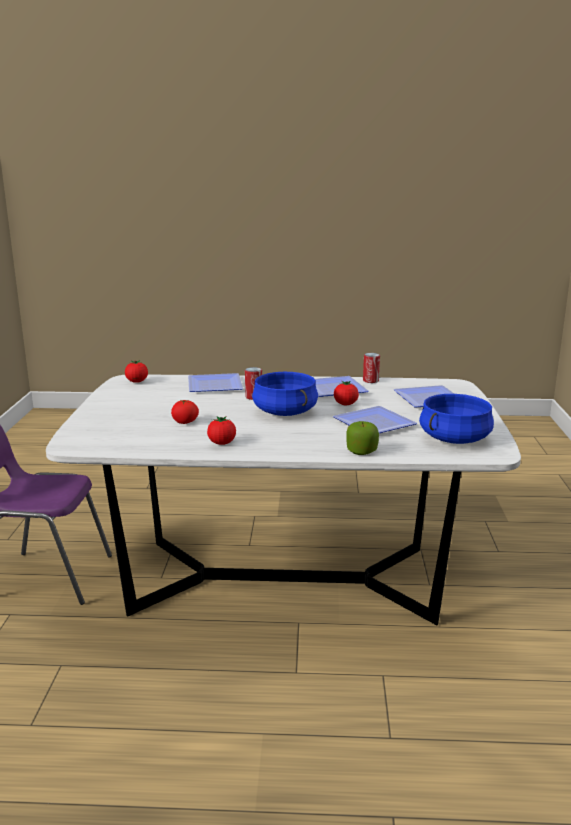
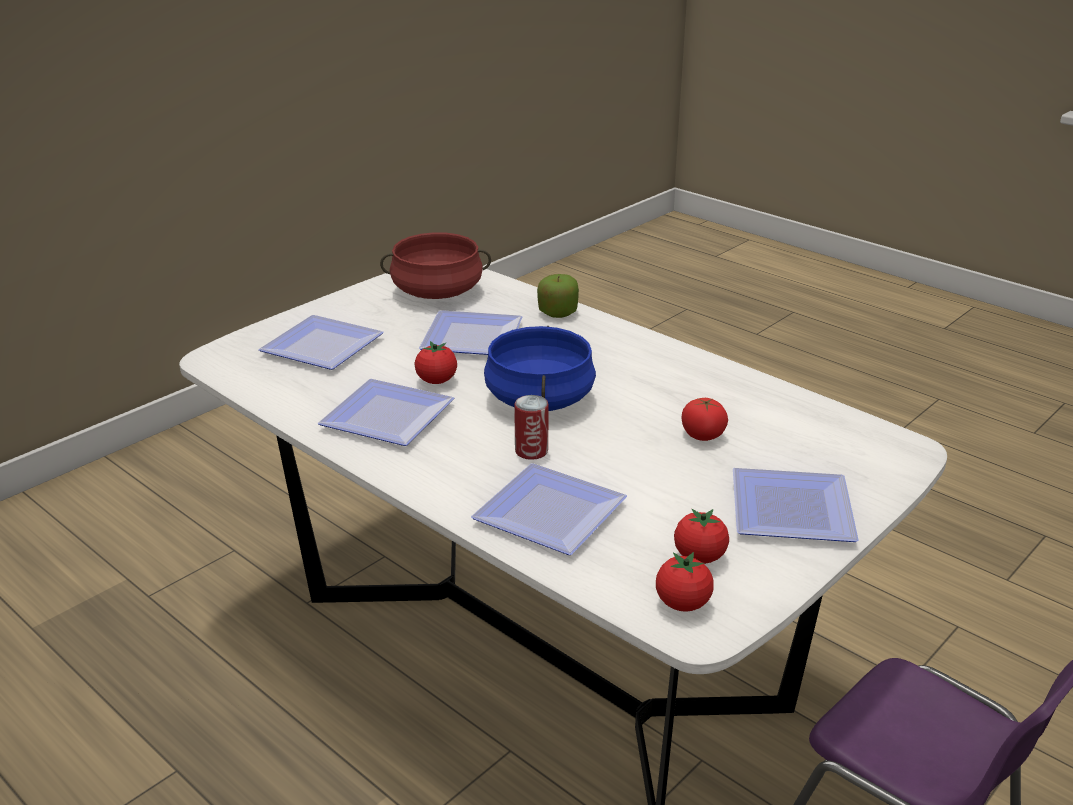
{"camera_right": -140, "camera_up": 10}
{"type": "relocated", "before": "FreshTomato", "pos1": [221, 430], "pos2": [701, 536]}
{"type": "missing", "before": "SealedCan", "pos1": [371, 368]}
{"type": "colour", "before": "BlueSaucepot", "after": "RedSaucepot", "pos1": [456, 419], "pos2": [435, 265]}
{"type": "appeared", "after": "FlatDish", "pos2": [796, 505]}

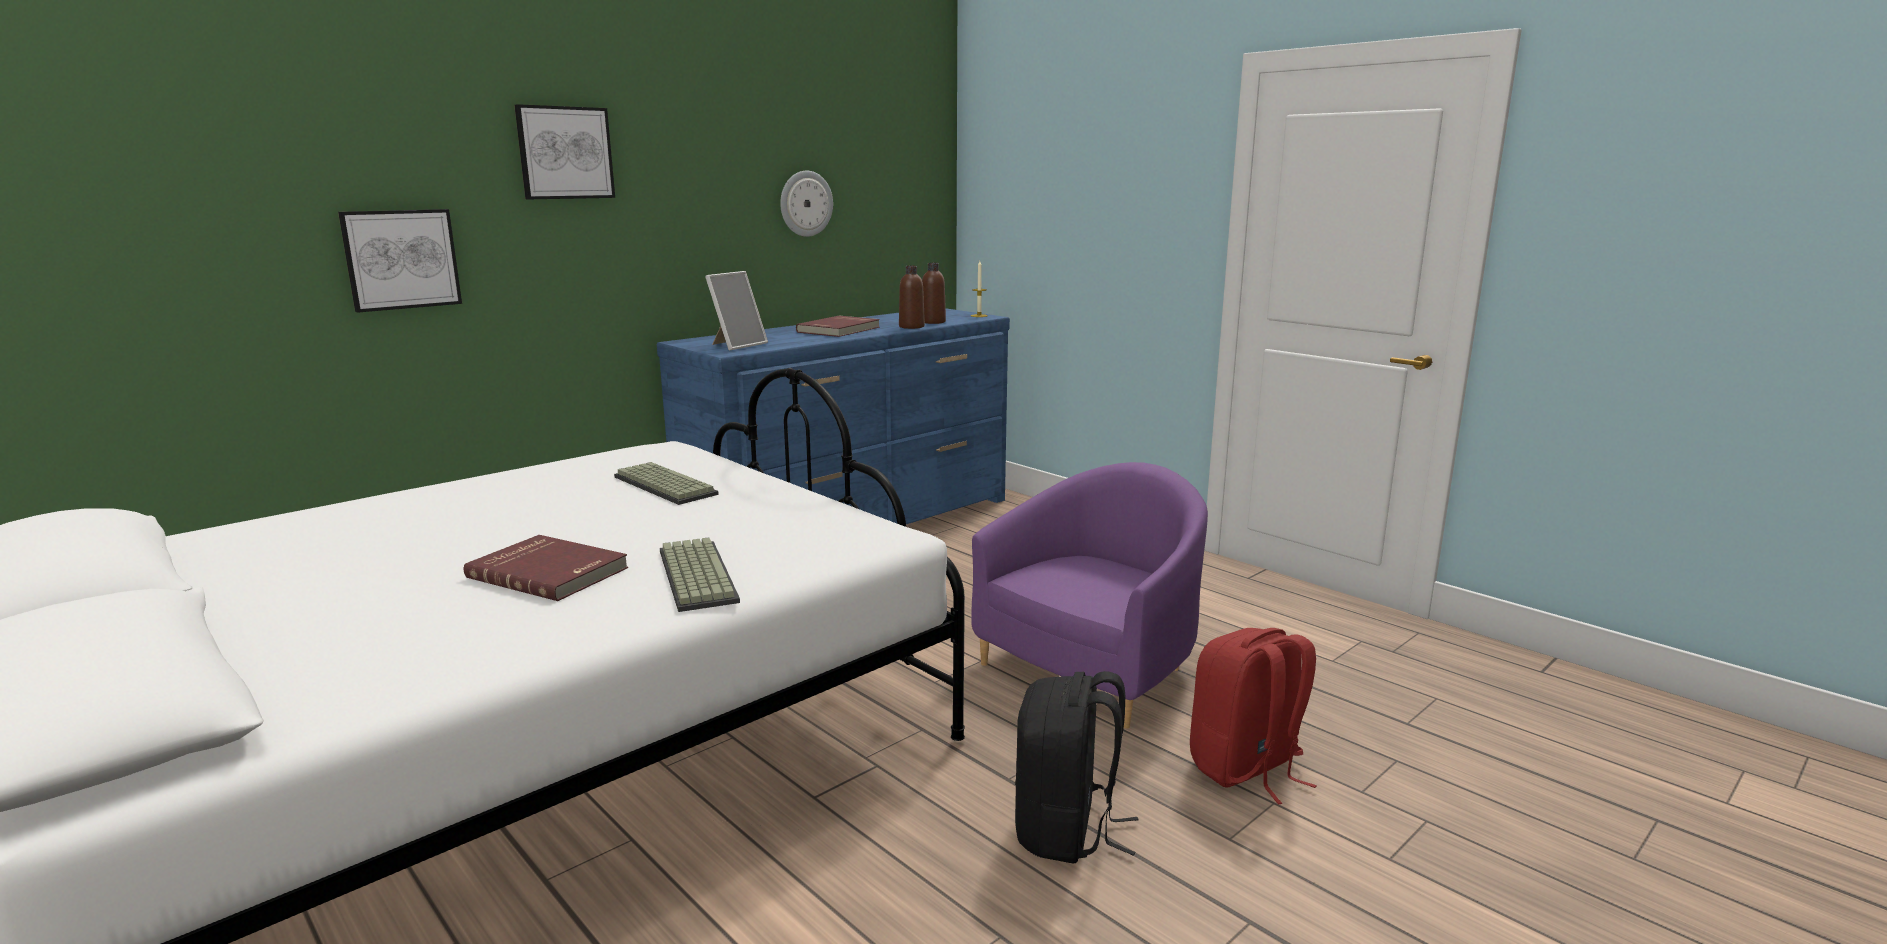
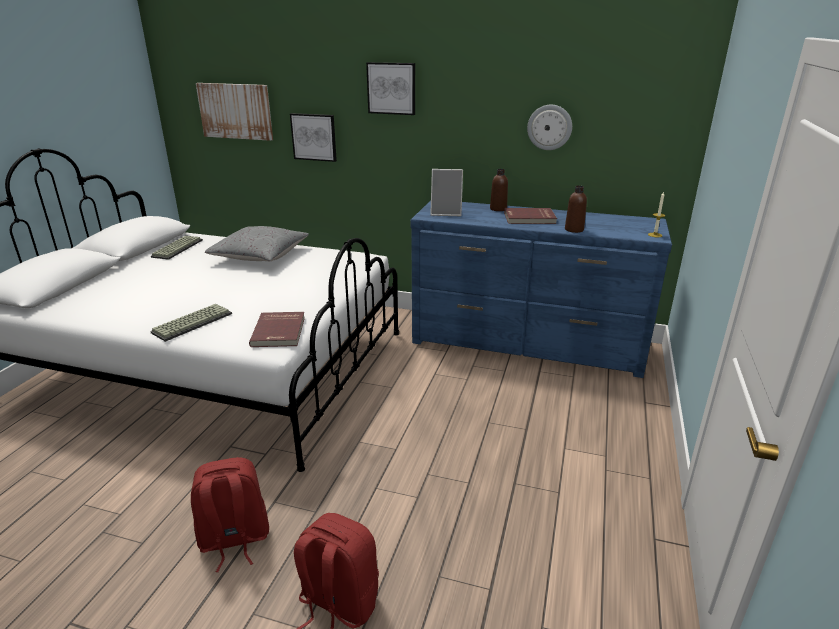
{"camera_right": 60, "camera_up": 10}
{"type": "relocated", "before": "RedBook", "pos1": [546, 568], "pos2": [277, 329]}
{"type": "relocated", "before": "Keyboard", "pos1": [666, 483], "pos2": [177, 248]}
{"type": "relocated", "before": "BrownishBottle", "pos1": [934, 293], "pos2": [499, 190]}
{"type": "missing", "before": "PurpleLoungeChair", "pos1": [1089, 595]}
{"type": "colour", "before": "BlackKnapsack", "after": "RedKnapsack", "pos1": [1077, 767], "pos2": [230, 514]}
{"type": "appeared", "after": "WallArt", "pos2": [234, 112]}
{"type": "appeared", "after": "GreyishCushion", "pos2": [257, 243]}

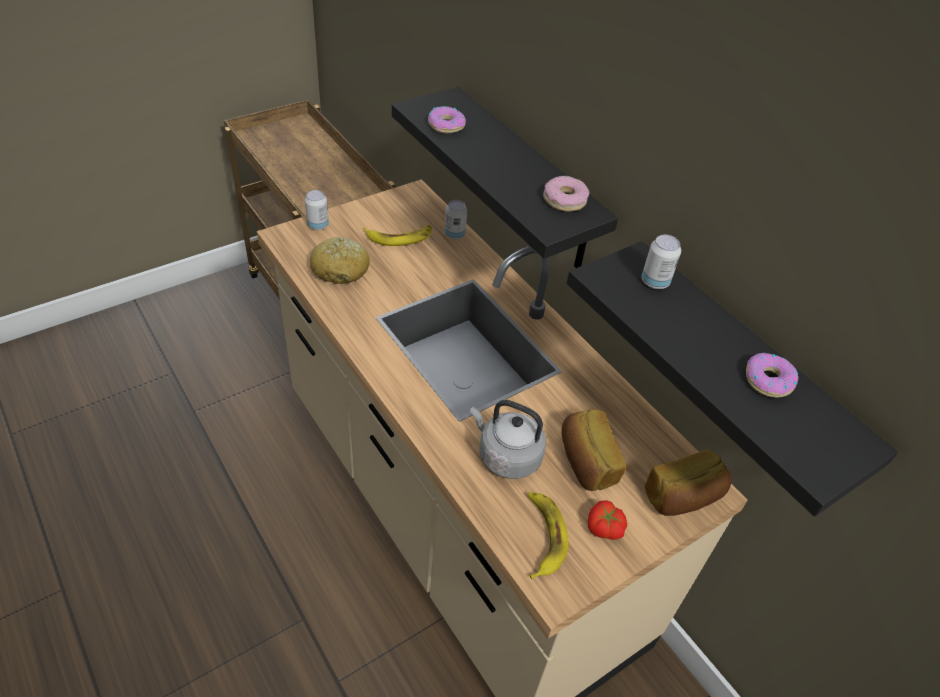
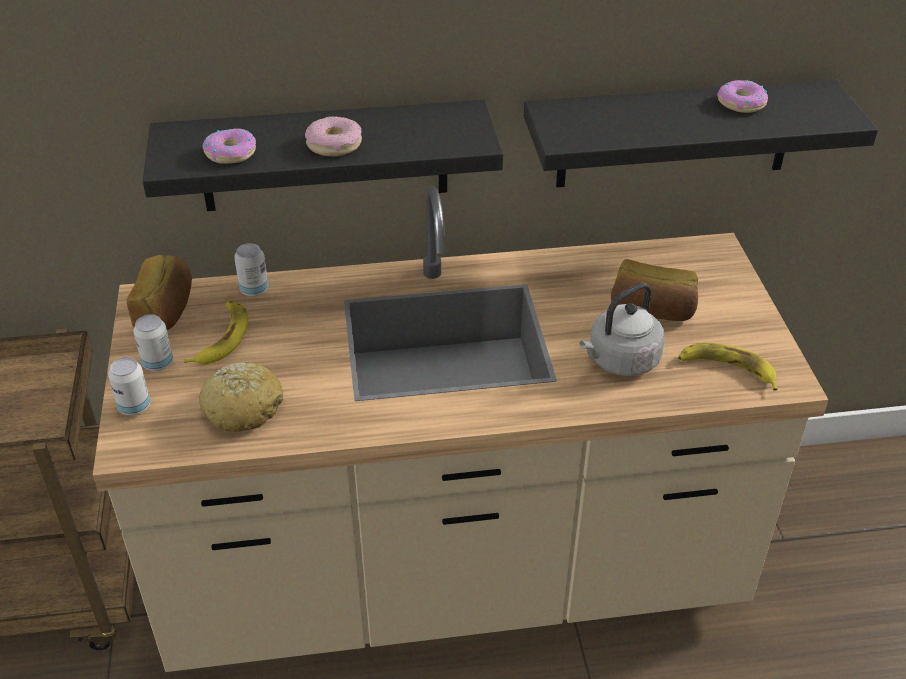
{"camera_right": -60, "camera_up": -5}
{"type": "relocated", "before": "Doughnut", "pos1": [566, 194], "pos2": [333, 136]}
{"type": "missing", "before": "FreshTomato", "pos1": [607, 520]}
{"type": "relocated", "before": "SealedCan", "pos1": [661, 262], "pos2": [153, 342]}
{"type": "relocated", "before": "Bread", "pos1": [688, 482], "pos2": [159, 292]}

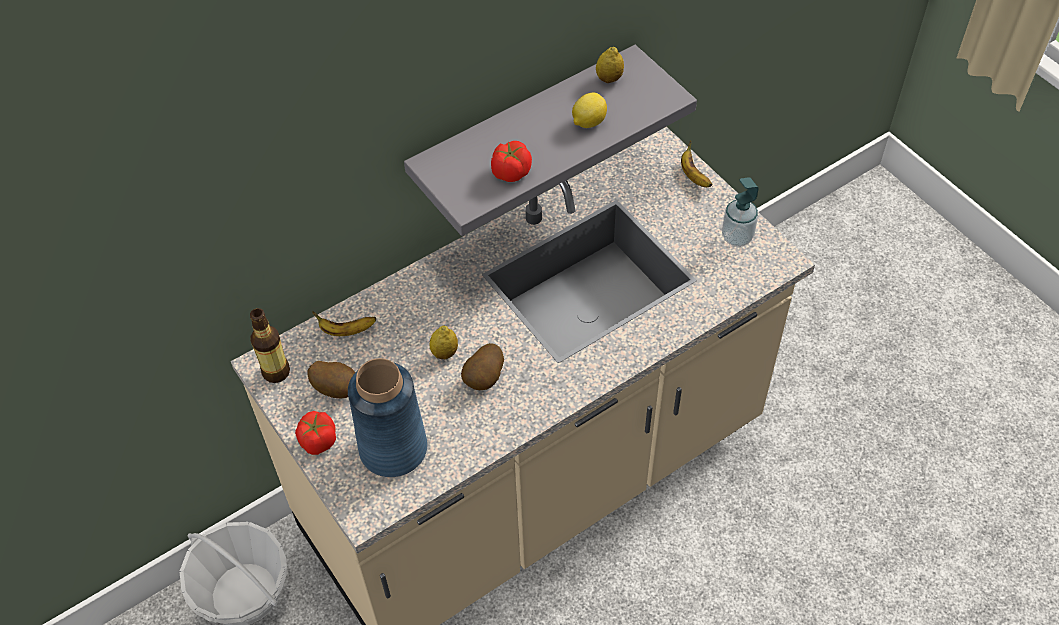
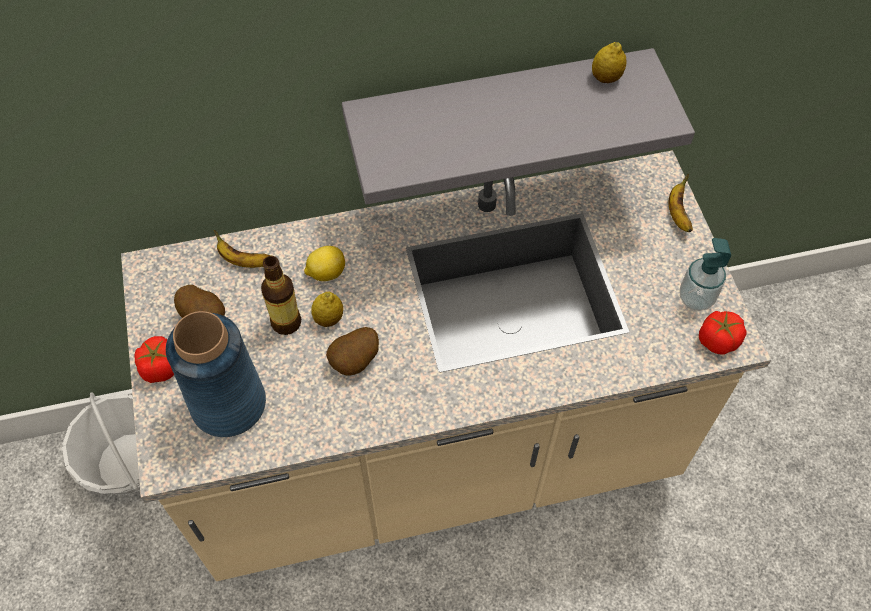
{"camera_right": 20, "camera_up": 5}
{"type": "relocated", "before": "Bottle", "pos1": [270, 345], "pos2": [281, 295]}
{"type": "relocated", "before": "FreshTomato", "pos1": [511, 161], "pos2": [722, 333]}
{"type": "relocated", "before": "WholeLemon", "pos1": [589, 110], "pos2": [324, 263]}

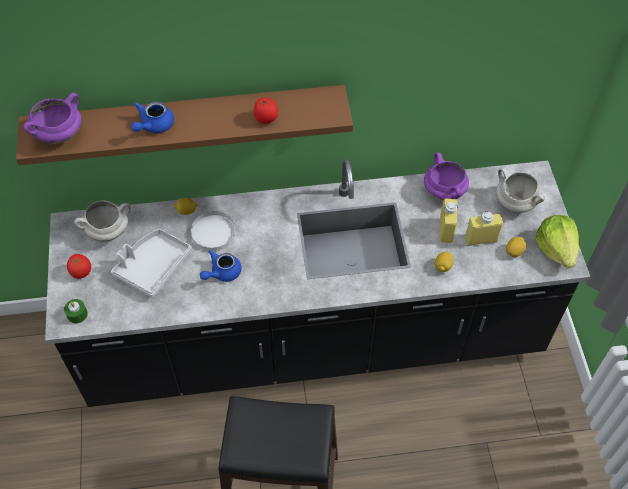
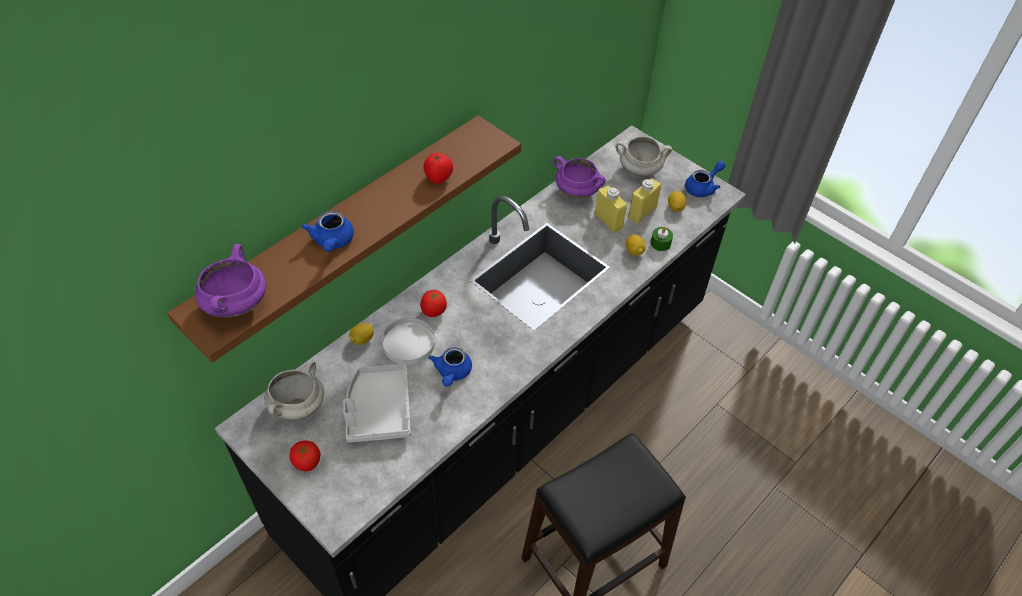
{"camera_right": -40, "camera_up": -5}
{"type": "relocated", "before": "GreenColouredWaxCandle", "pos1": [76, 311], "pos2": [662, 239]}
{"type": "exchanged", "before": "LettuceHead", "after": "BlueTeaPot", "pos1": [557, 241], "pos2": [705, 179]}
{"type": "appeared", "after": "FreshTomato", "pos2": [433, 303]}

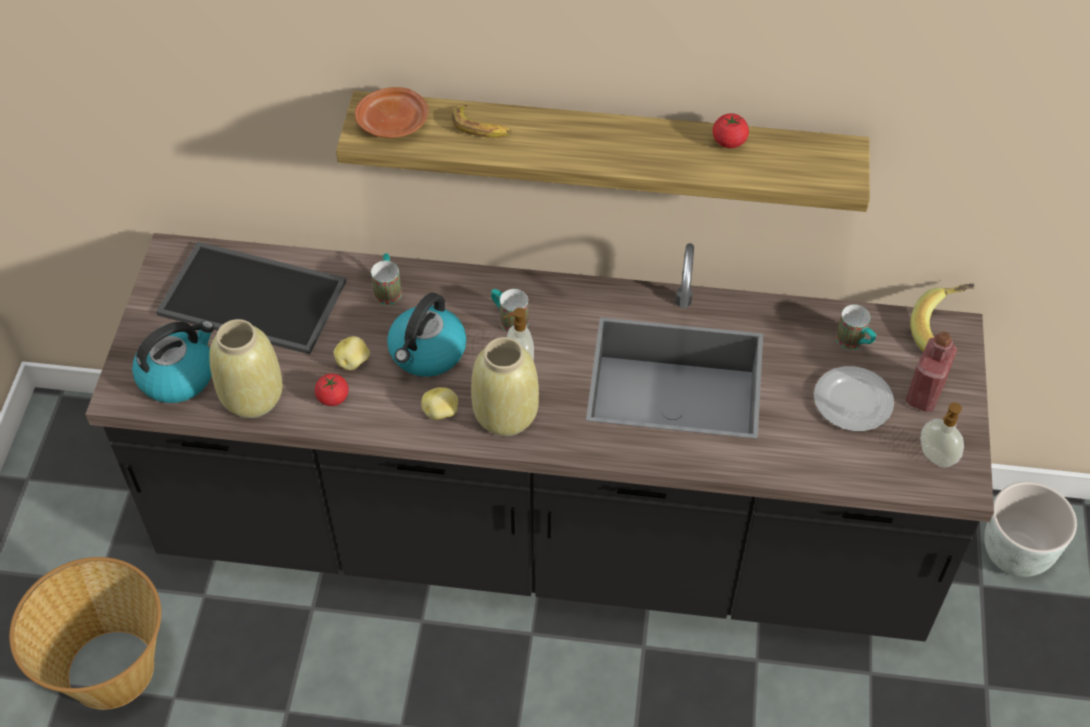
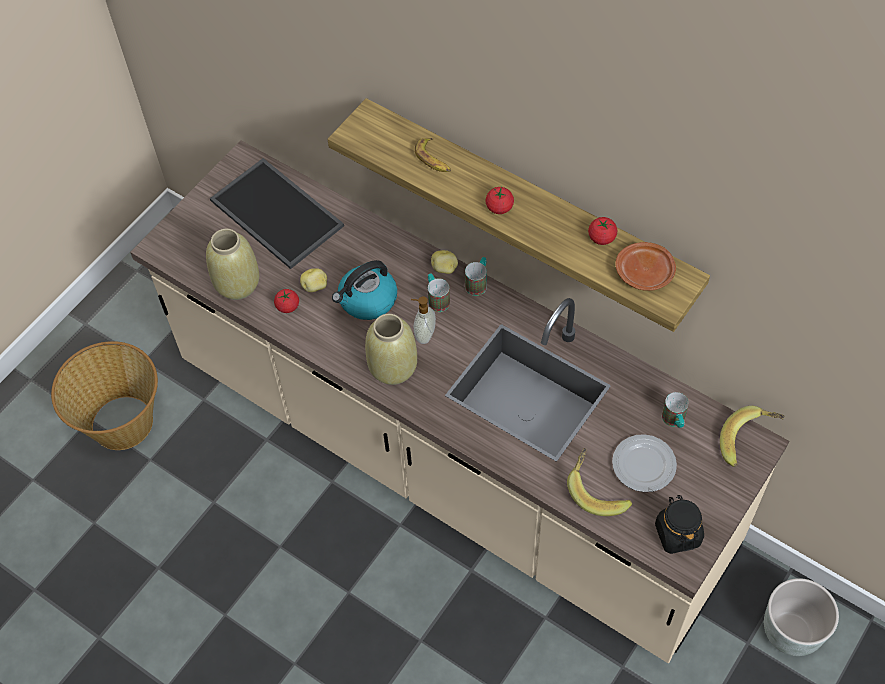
{"camera_right": 30, "camera_up": 5}
{"type": "colour", "before": "BlackCounter", "after": "BeigeCounter", "pos1": [539, 437], "pos2": [459, 401]}
{"type": "missing", "before": "Kettle", "pos1": [173, 362]}
{"type": "relocated", "before": "BrownishFlatDish", "pos1": [391, 112], "pos2": [645, 266]}
{"type": "relocated", "before": "CoffeeMug", "pos1": [386, 279], "pos2": [476, 276]}
{"type": "relocated", "before": "Spud", "pos1": [439, 403], "pos2": [444, 262]}
{"type": "missing", "before": "RedBottle", "pos1": [931, 371]}
{"type": "exchanged", "before": "SoapDispenser", "after": "BlackPreserveJar", "pos1": [942, 435], "pos2": [679, 524]}
{"type": "appeared", "after": "FreshTomato", "pos2": [500, 200]}
{"type": "appeared", "after": "BananaFruit", "pos2": [599, 482]}

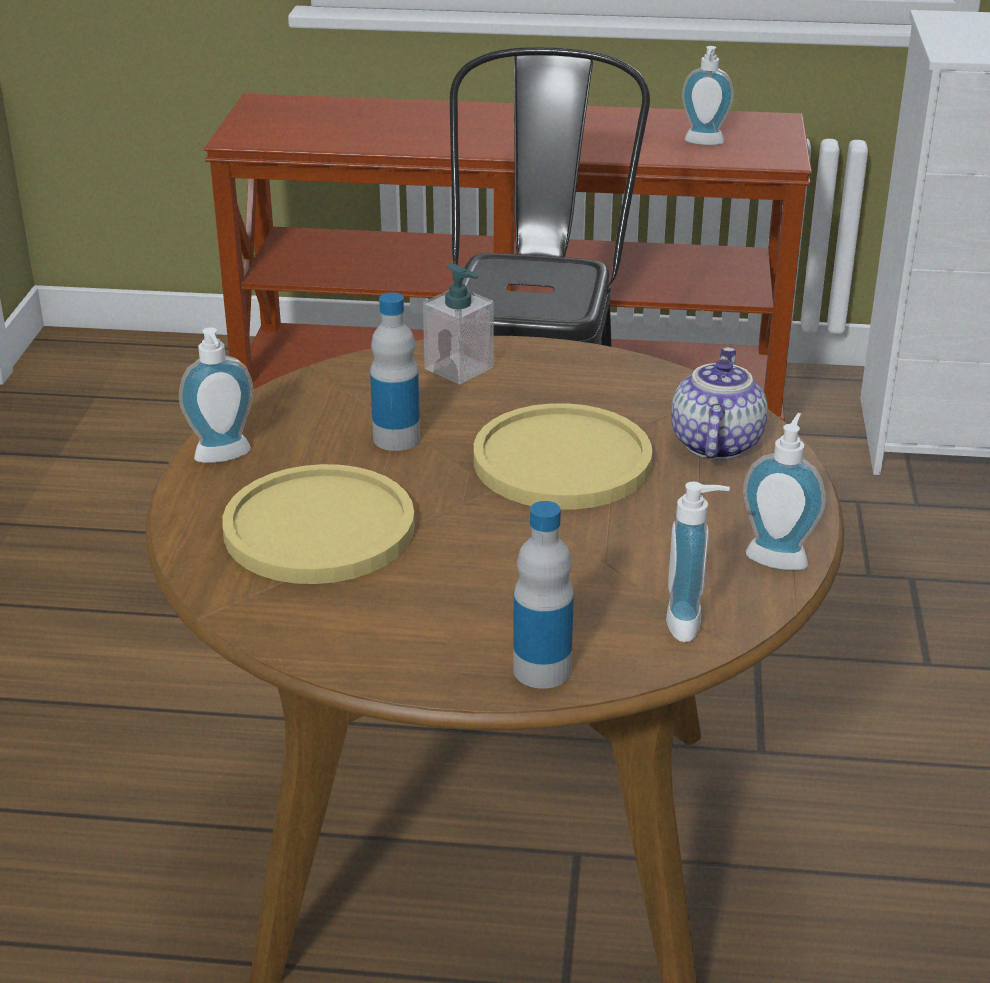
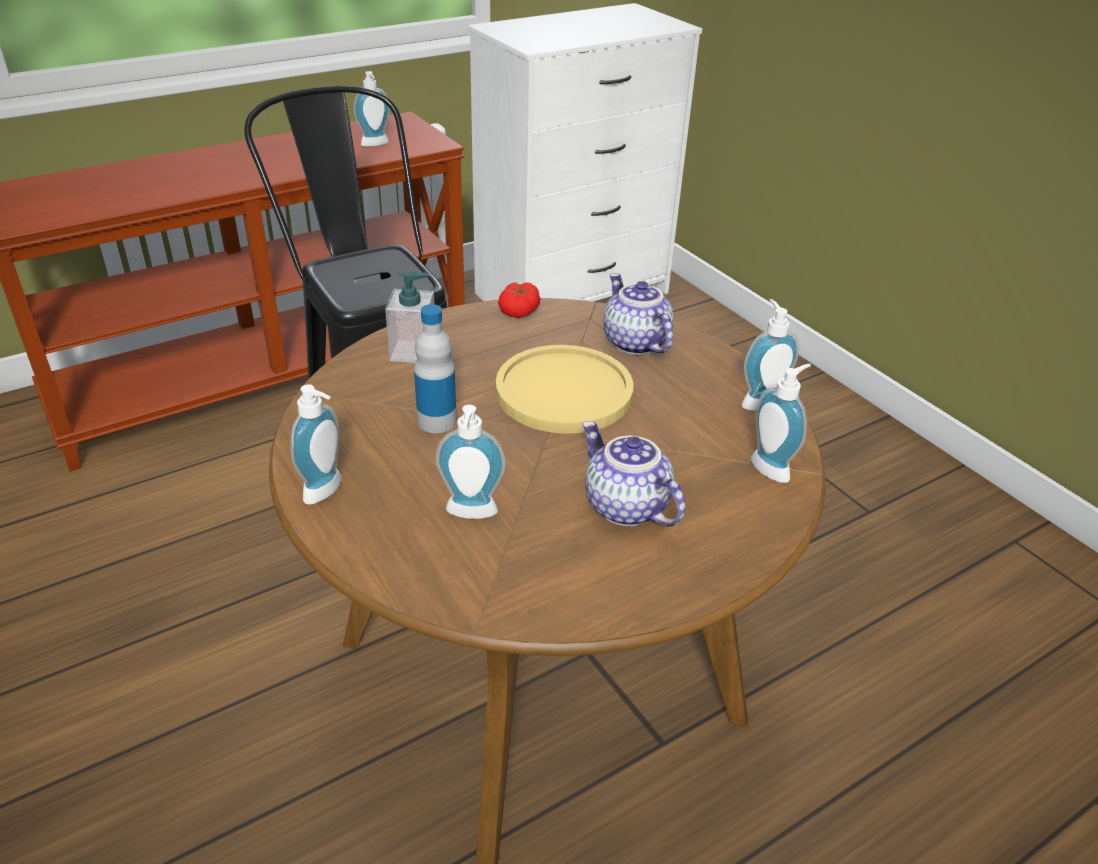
{"camera_right": -40, "camera_up": 5}
{"type": "exchanged", "before": "YellowFlatDish", "after": "SoapDispenser", "pos1": [318, 524], "pos2": [471, 462]}
{"type": "missing", "before": "Bottle", "pos1": [543, 595]}
{"type": "appeared", "after": "FreshTomato", "pos2": [519, 300]}
{"type": "appeared", "after": "TeaPot", "pos2": [633, 473]}

